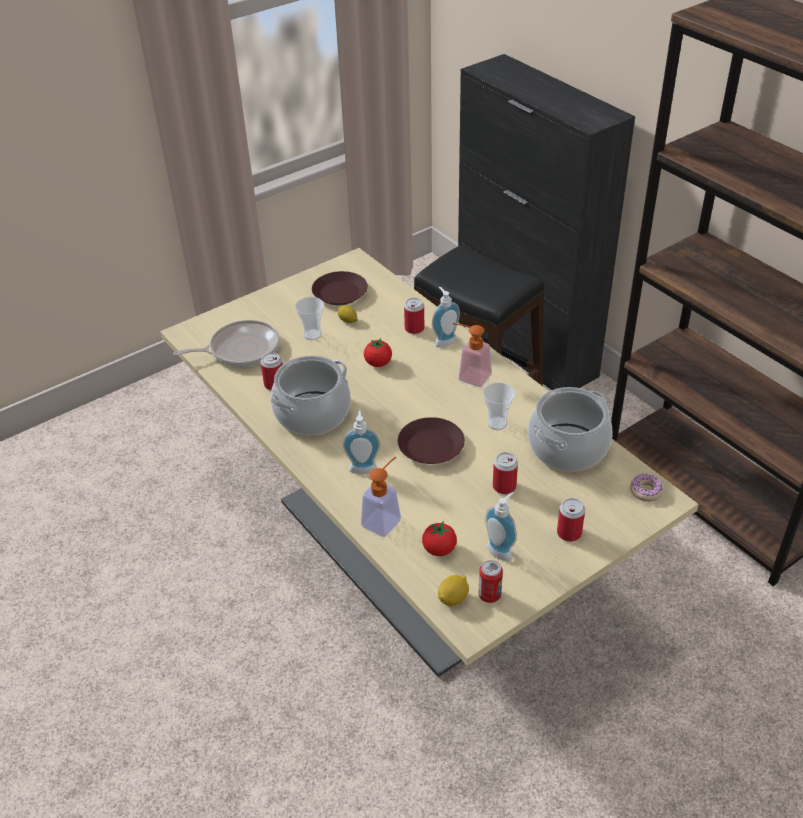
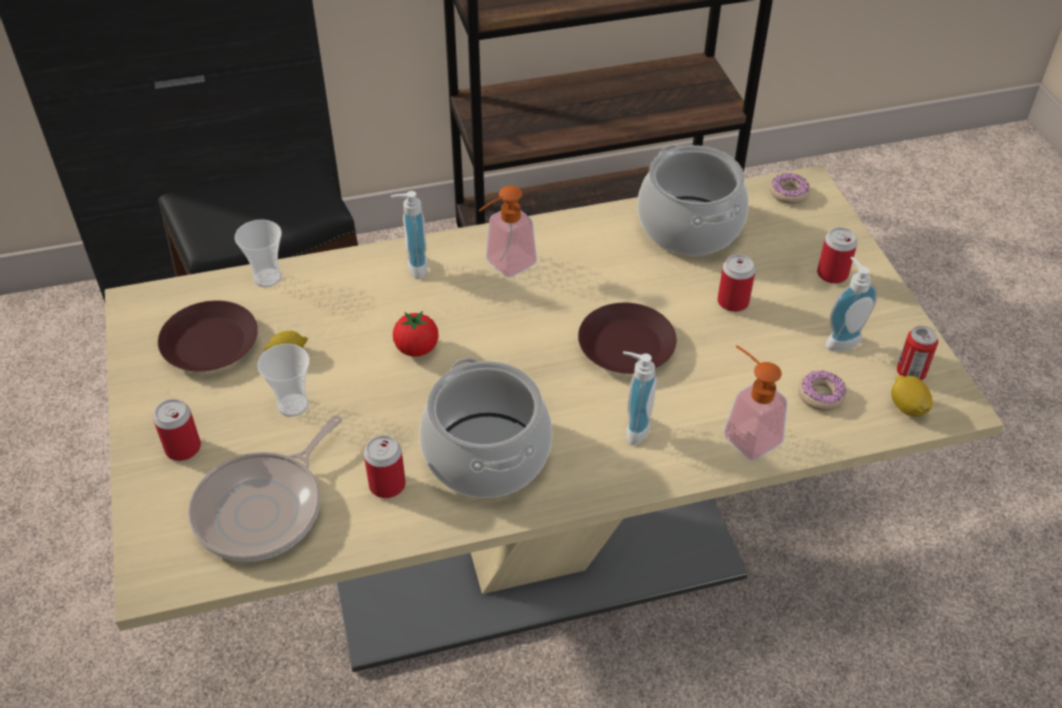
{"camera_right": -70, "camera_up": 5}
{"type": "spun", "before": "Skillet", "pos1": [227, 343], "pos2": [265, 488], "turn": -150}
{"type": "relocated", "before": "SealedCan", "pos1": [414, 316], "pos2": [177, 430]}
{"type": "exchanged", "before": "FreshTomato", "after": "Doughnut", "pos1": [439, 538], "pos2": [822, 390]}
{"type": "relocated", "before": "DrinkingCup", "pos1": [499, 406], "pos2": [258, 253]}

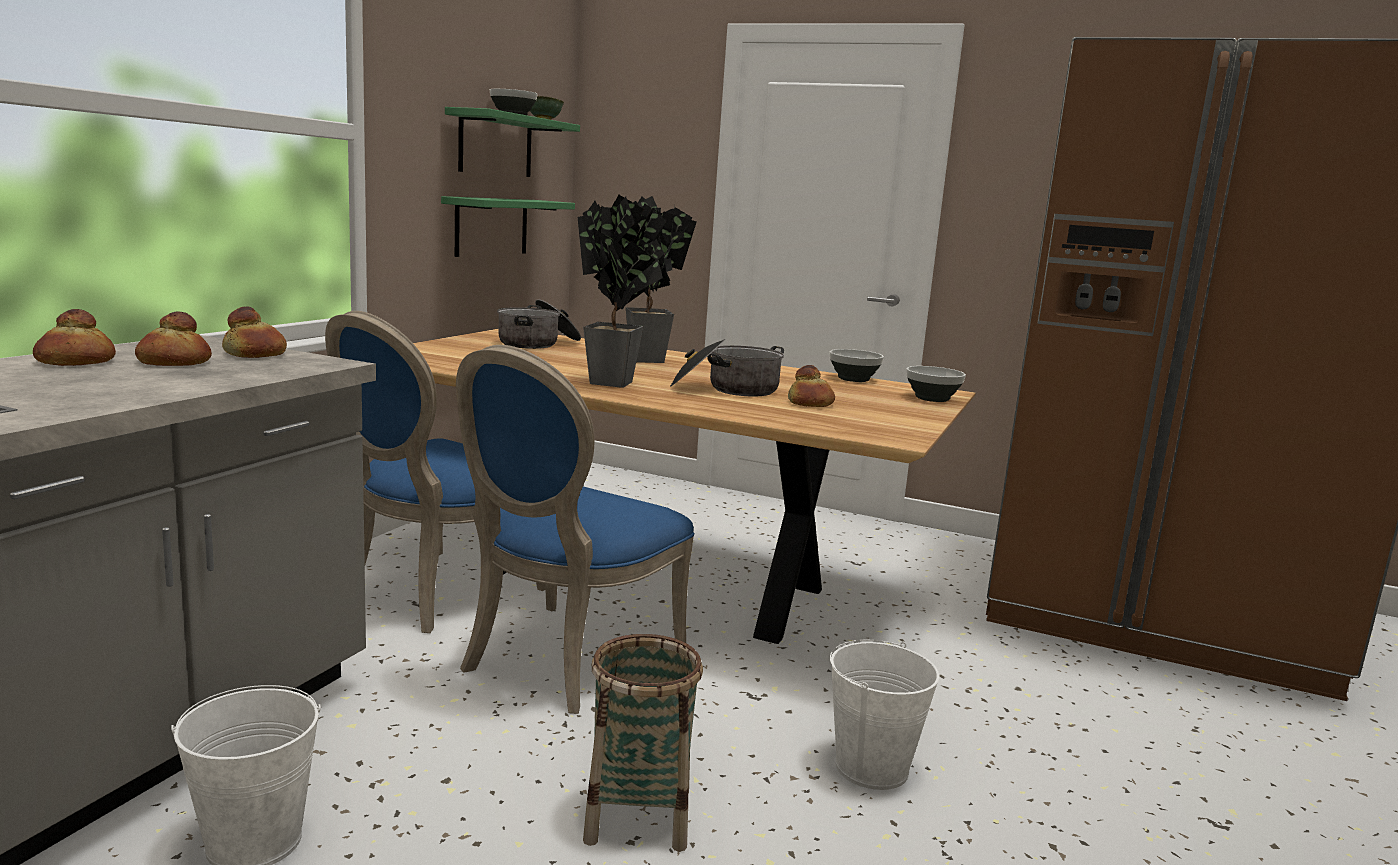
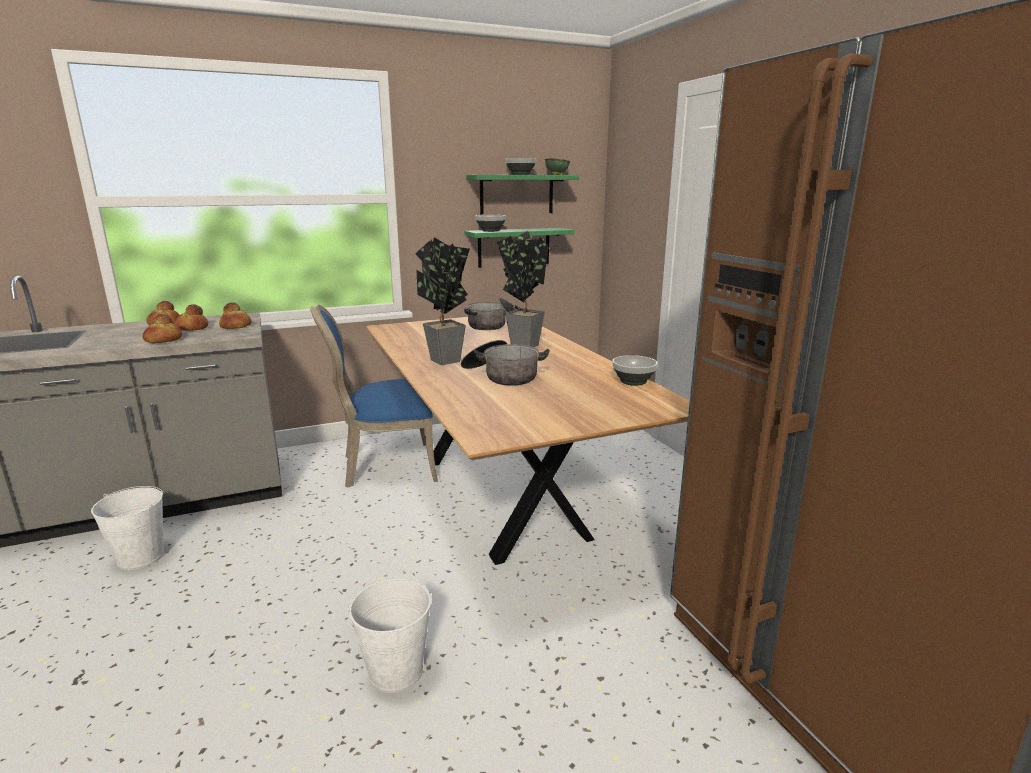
{"camera_right": 45, "camera_up": 5}
{"type": "missing", "before": "BlueChair", "pos1": [575, 529]}
{"type": "missing", "before": "HouseholdBasket", "pos1": [643, 743]}
{"type": "relocated", "before": "Bread", "pos1": [811, 386], "pos2": [162, 328]}
{"type": "relocated", "before": "ServingBowl", "pos1": [936, 384], "pos2": [490, 223]}

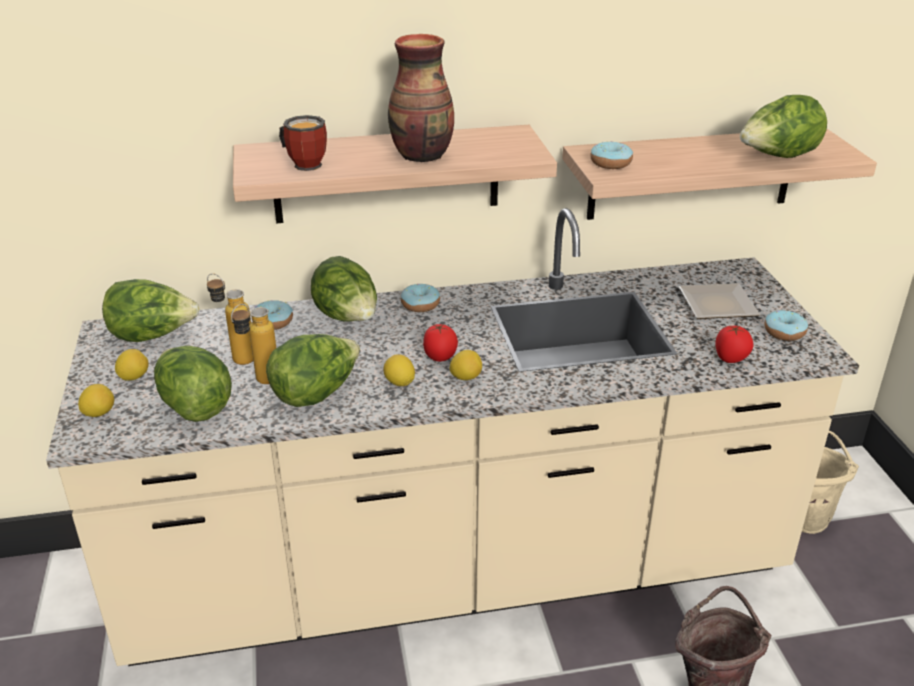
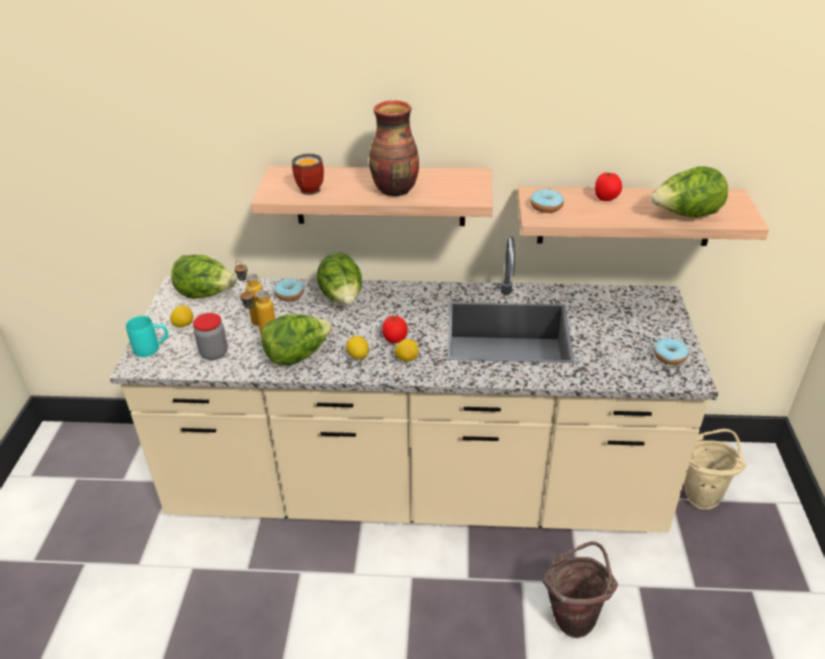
{"camera_right": 15, "camera_up": 5}
{"type": "exchanged", "before": "WholeLemon", "after": "TurquoiseCoffeeMug", "pos1": [96, 400], "pos2": [147, 336]}
{"type": "exchanged", "before": "LettuceHead", "after": "PreserveJar", "pos1": [193, 384], "pos2": [210, 336]}
{"type": "missing", "before": "Doughnut", "pos1": [420, 298]}
{"type": "missing", "before": "FlatDish", "pos1": [719, 301]}
{"type": "relocated", "before": "FreshTomato", "pos1": [734, 344], "pos2": [608, 187]}

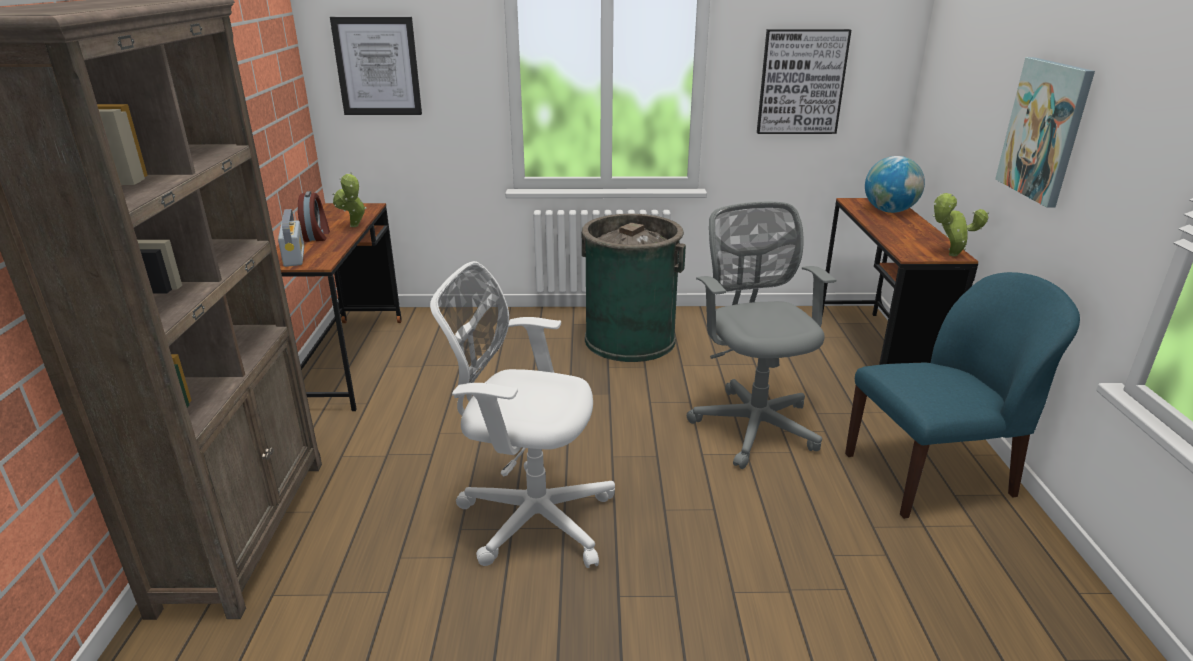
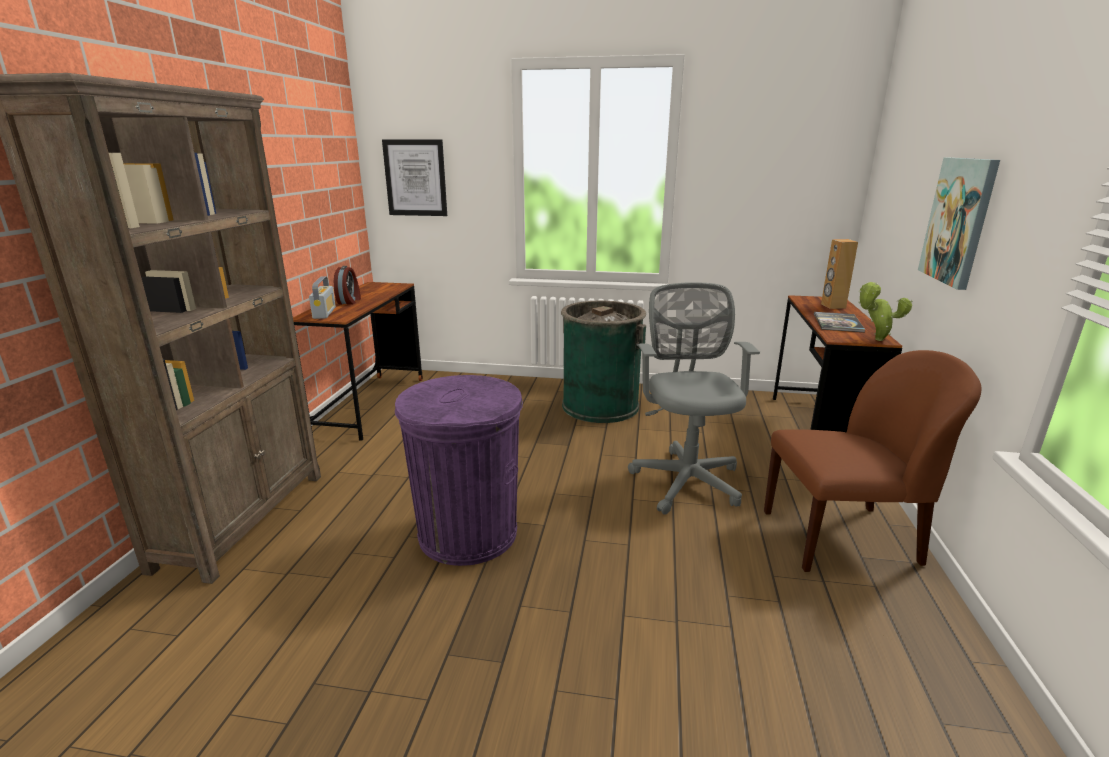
{"camera_right": 10, "camera_up": -5}
{"type": "missing", "before": "Houseplant", "pos1": [349, 199]}
{"type": "exchanged", "before": "WhiteOfficeChair", "after": "PurpleWasteBin", "pos1": [522, 414], "pos2": [459, 470]}
{"type": "missing", "before": "WallArt", "pos1": [804, 81]}
{"type": "colour", "before": "BlueChair", "after": "BrownishChair", "pos1": [962, 395], "pos2": [872, 461]}
{"type": "exchanged", "before": "Globe", "after": "BrownishAudioSpeaker", "pos1": [895, 184], "pos2": [839, 274]}
{"type": "appeared", "after": "Book", "pos2": [839, 322]}

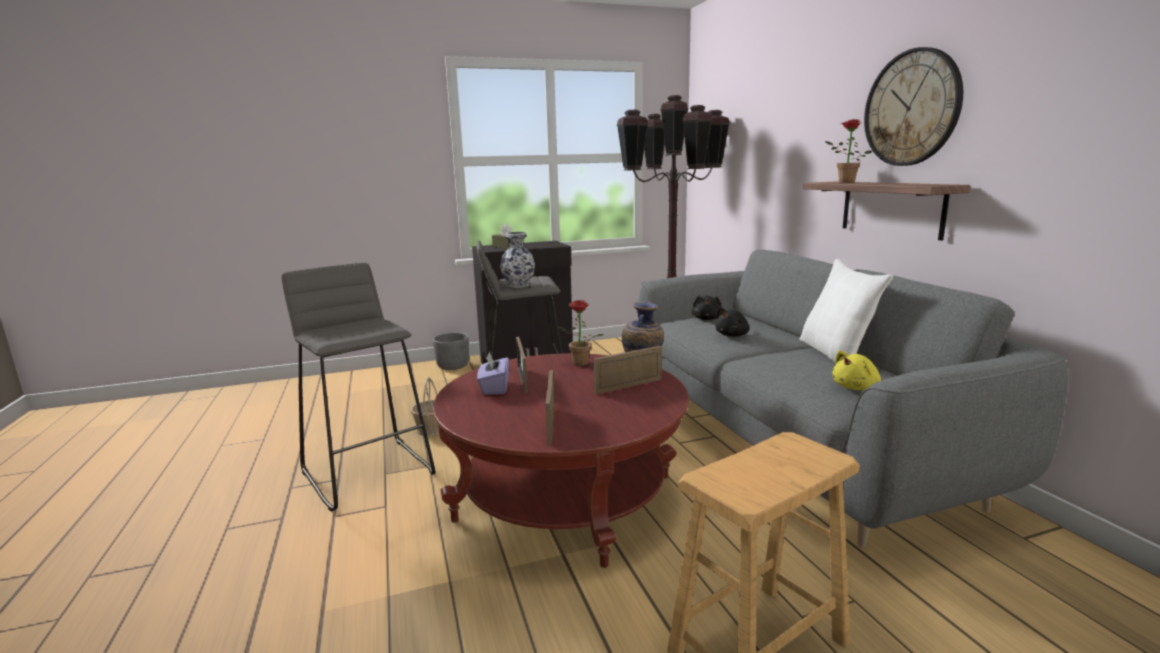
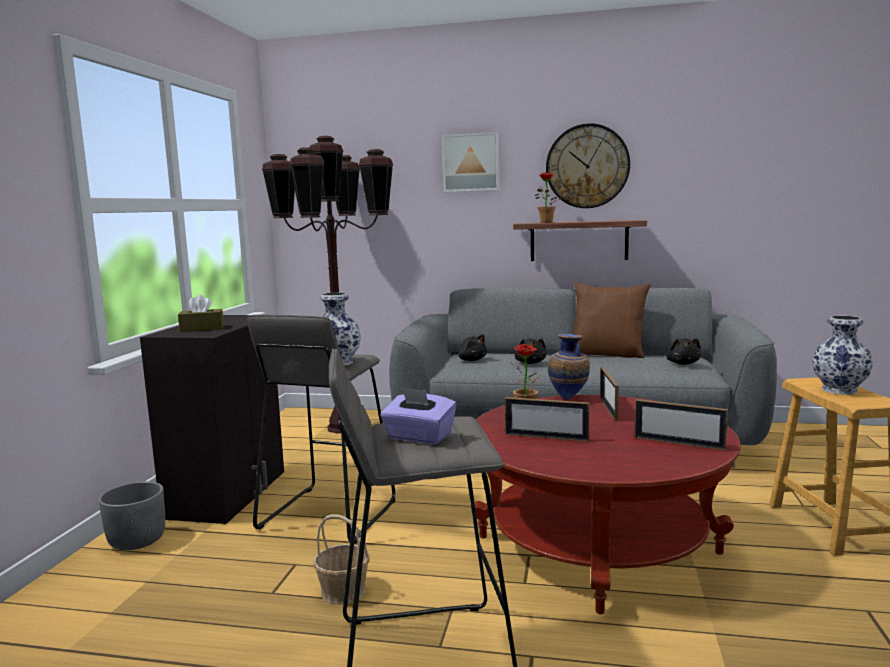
{"camera_right": -60, "camera_up": -5}
{"type": "relocated", "before": "PurpleTissueBox", "pos1": [493, 373], "pos2": [418, 415]}
{"type": "colour", "before": "WhiteCushion", "after": "BrownishCushion", "pos1": [846, 310], "pos2": [612, 320]}
{"type": "colour", "before": "YellowPlushToy", "after": "BlackPlushToy", "pos1": [856, 370], "pos2": [683, 351]}
{"type": "appeared", "after": "WallArt", "pos2": [471, 162]}
{"type": "appeared", "after": "FlowerVase", "pos2": [842, 355]}

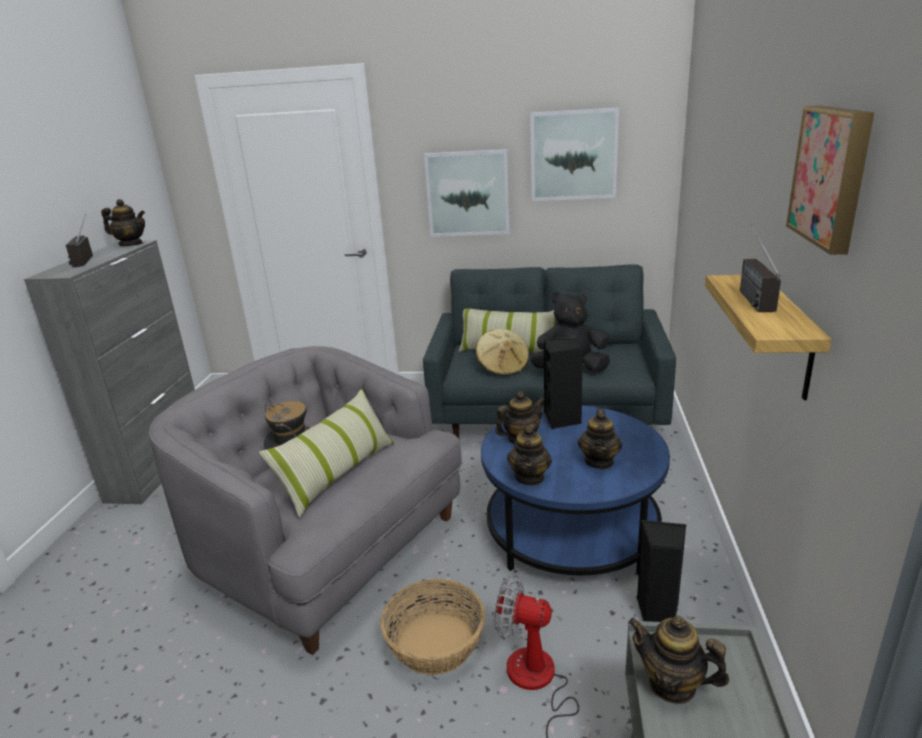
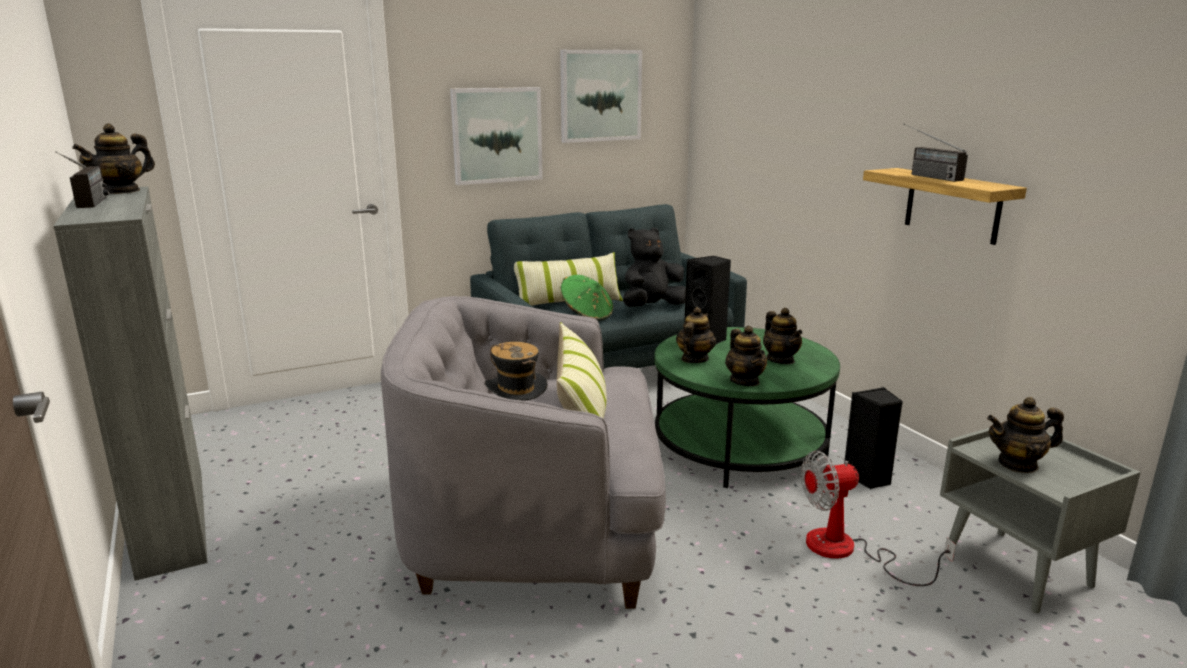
{"camera_right": -35, "camera_up": -5}
{"type": "spun", "before": "Radio", "pos1": [79, 240], "pos2": [82, 179], "turn": -150}
{"type": "spun", "before": "TeaPot", "pos1": [123, 222], "pos2": [113, 158], "turn": 150}
{"type": "missing", "before": "HouseholdBasket", "pos1": [432, 627]}
{"type": "colour", "before": "BeigeHat", "after": "GreenColouredHat", "pos1": [502, 352], "pos2": [587, 298]}
{"type": "colour", "before": "BlueCoffeeTable", "after": "GreenColouredCoffeeTable", "pos1": [575, 490], "pos2": [747, 407]}
{"type": "missing", "before": "WallArt", "pos1": [830, 180]}

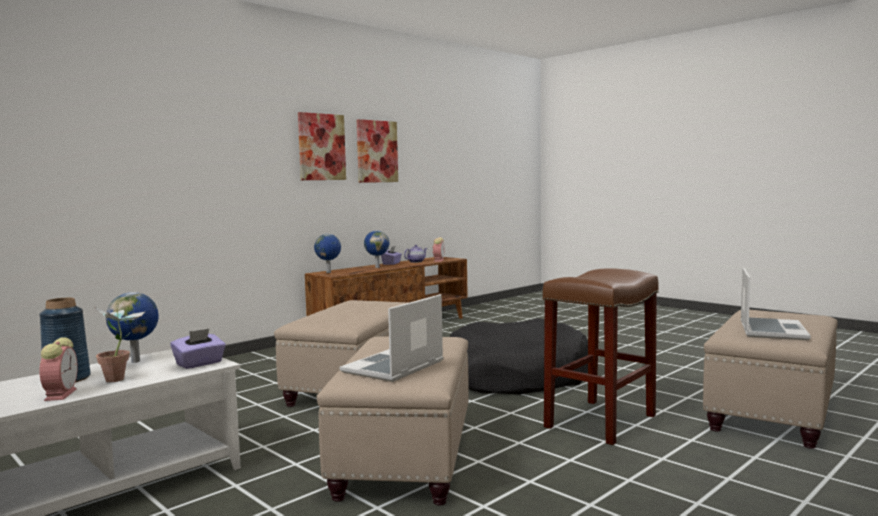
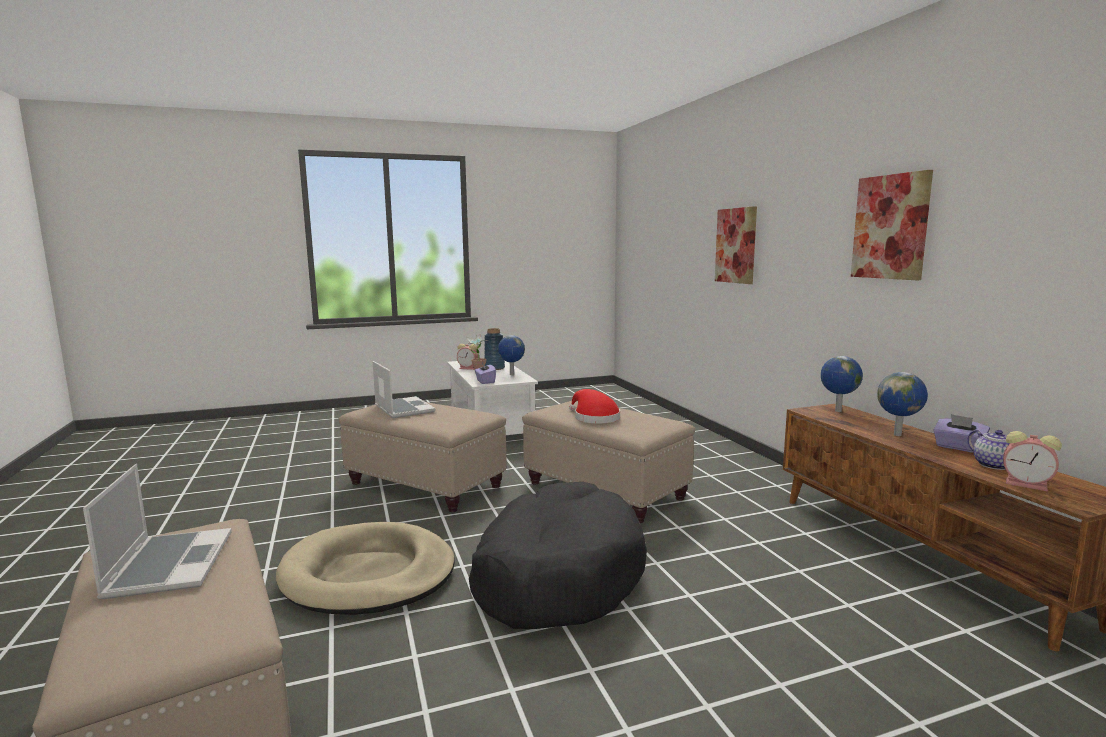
{"camera_right": 115, "camera_up": 5}
{"type": "relocated", "before": "WallArt", "pos1": [377, 151], "pos2": [736, 245]}
{"type": "exchanged", "before": "BrownishStool", "after": "BeigeDogCushion", "pos1": [601, 356], "pos2": [365, 568]}
{"type": "spun", "before": "Laptop", "pos1": [776, 304], "pos2": [157, 531], "turn": -150}
{"type": "appeared", "after": "RedHat", "pos2": [594, 406]}

